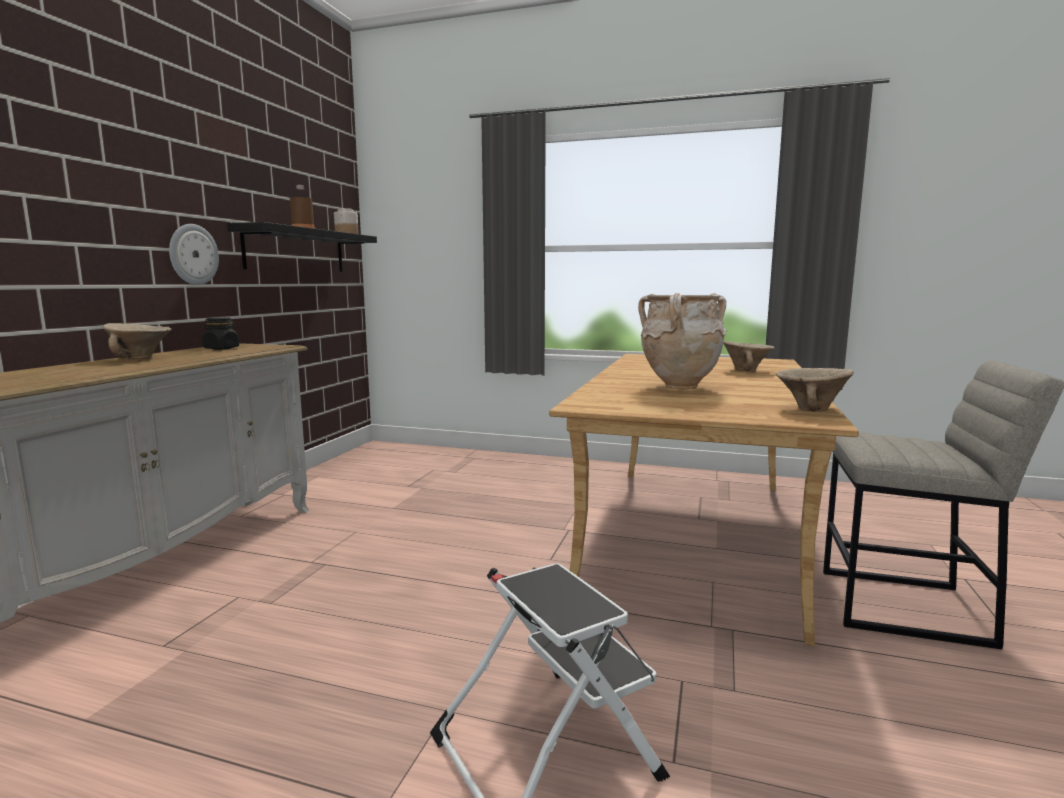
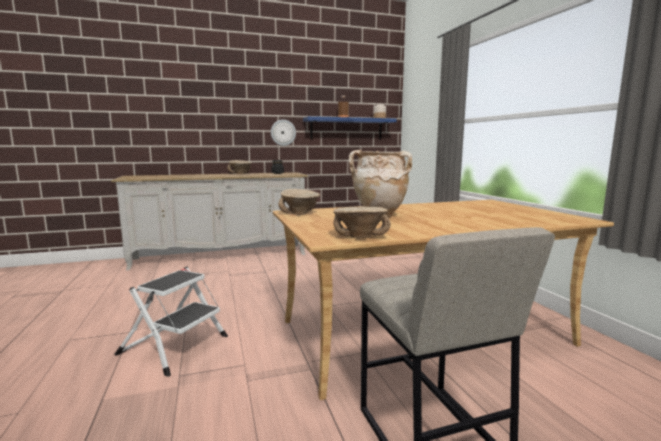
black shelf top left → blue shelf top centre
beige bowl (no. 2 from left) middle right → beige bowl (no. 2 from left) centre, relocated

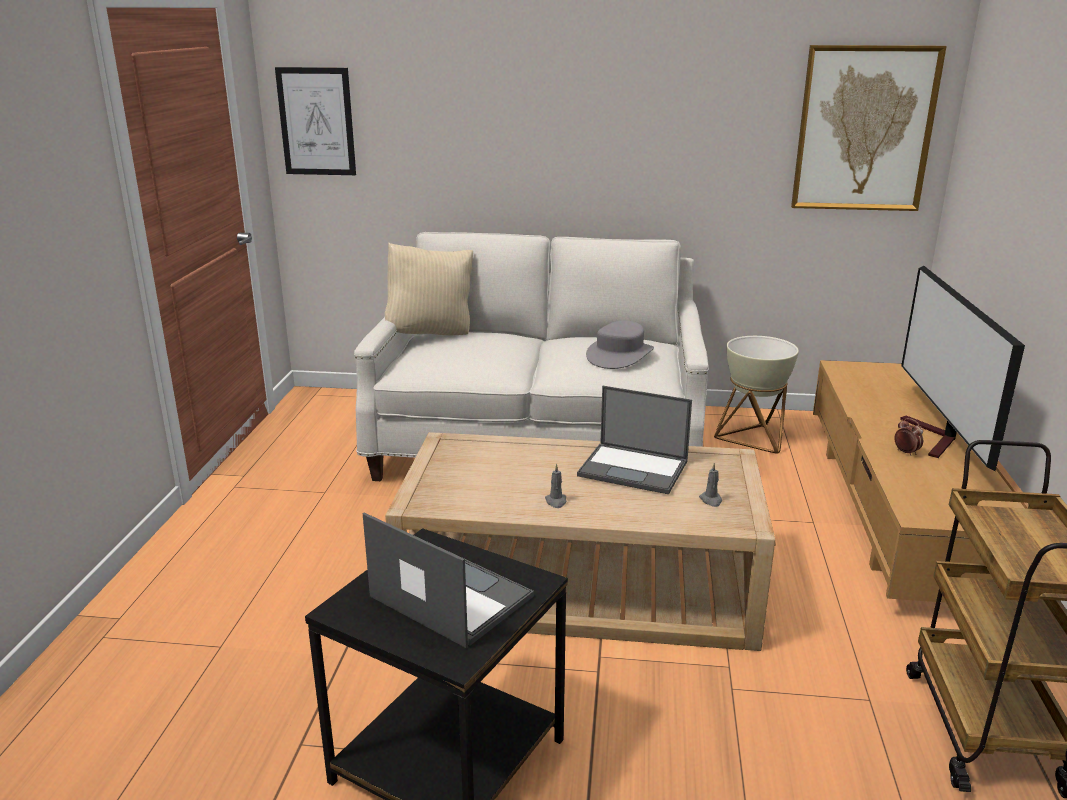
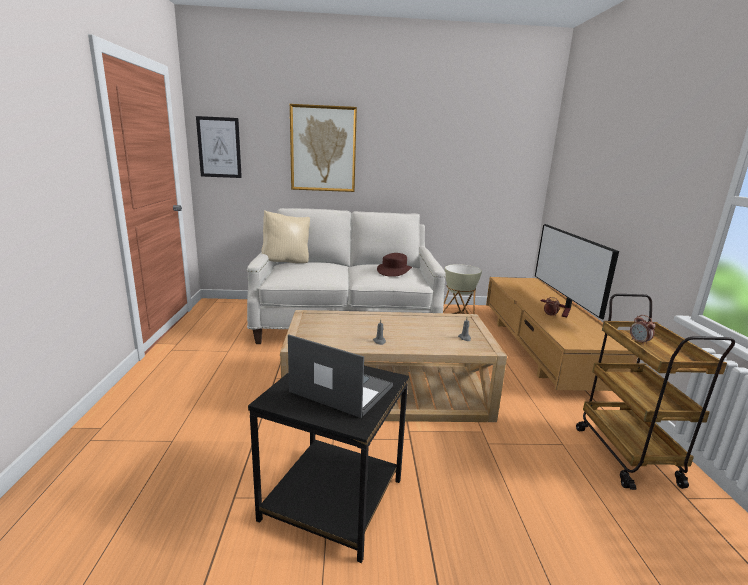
laptop (no. 2 from left) centre → -
grey hat centre → brown hat centre
picture (no. 2 from left) top right → picture (no. 2 from left) top centre, relocated
- → alarm clock (no. 2 from left) middle right

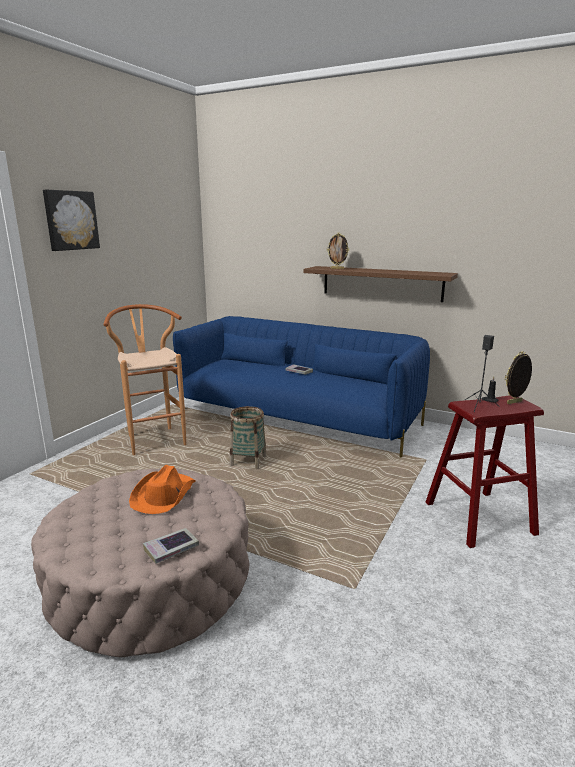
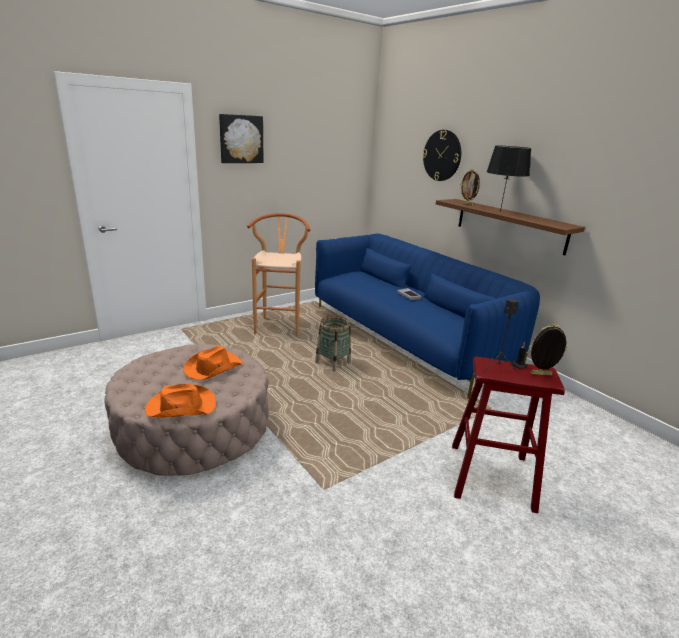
book (no. 1 from left) bottom left → orange hat (no. 1 from left) middle left
- → wall clock top centre
- → black table lamp top right

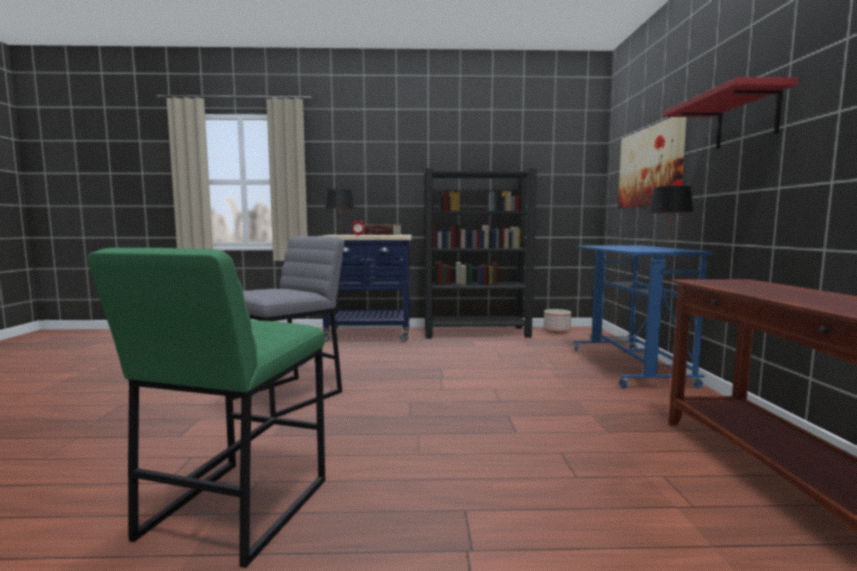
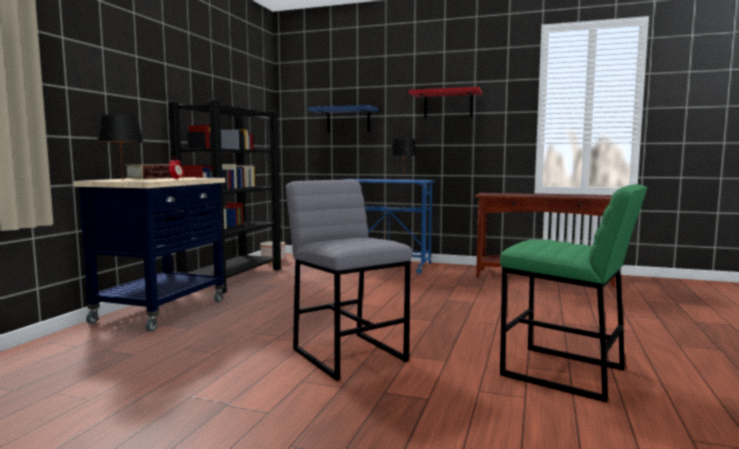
picture top right → blue shelf top centre

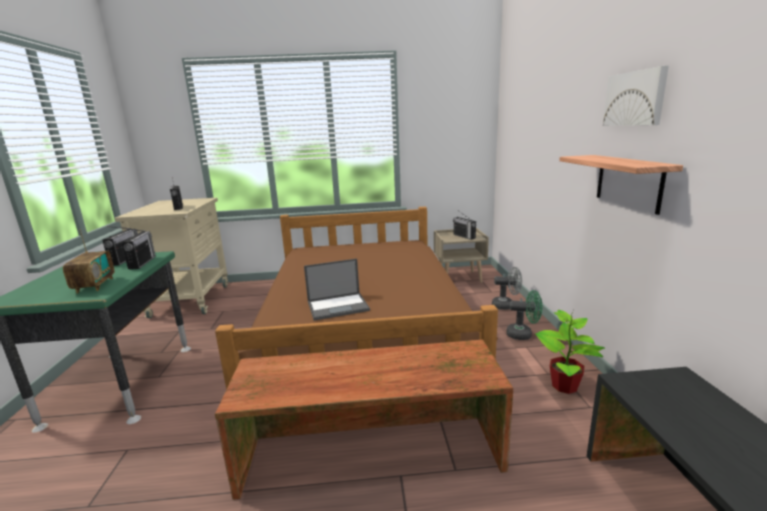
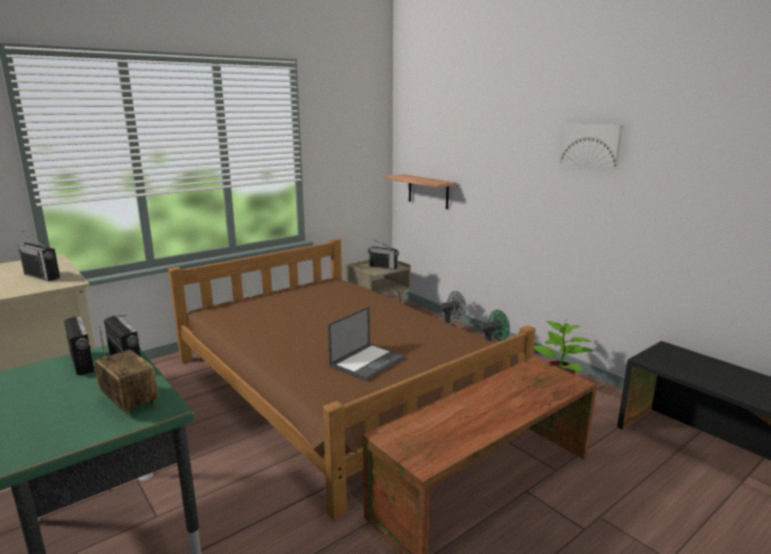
shelf middle right → shelf centre, relocated

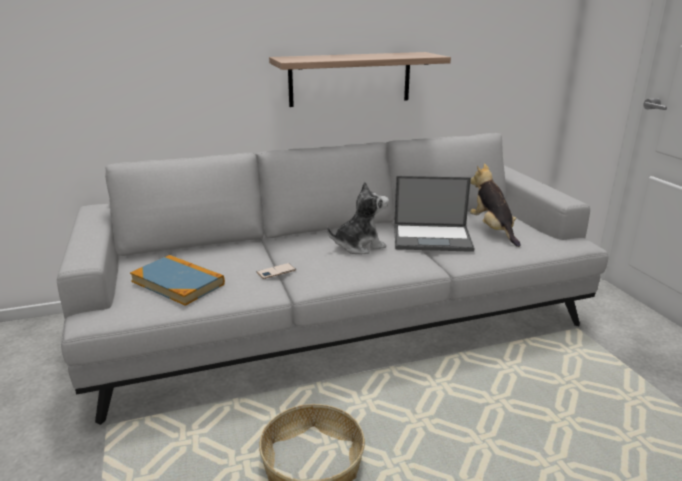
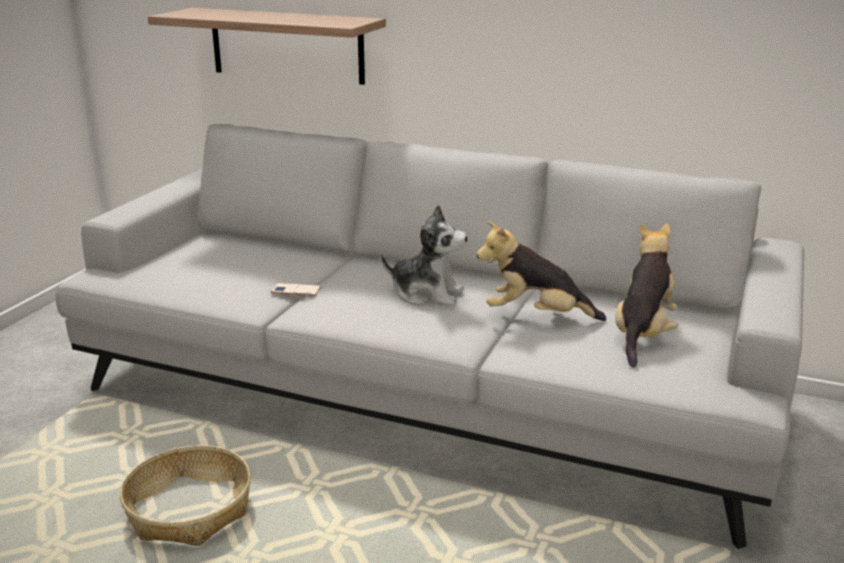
book middle left → -
shelf top centre → shelf top left, relocated
laptop centre → plush toy (no. 2 from left) centre

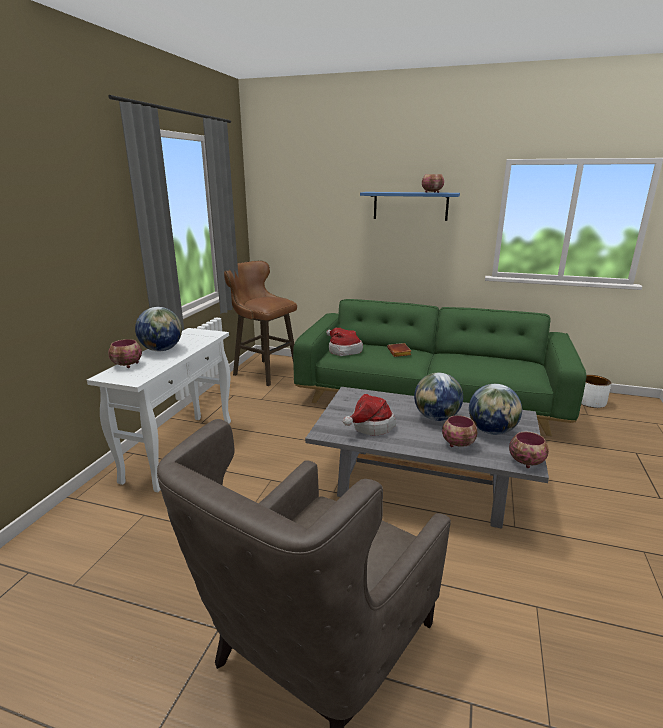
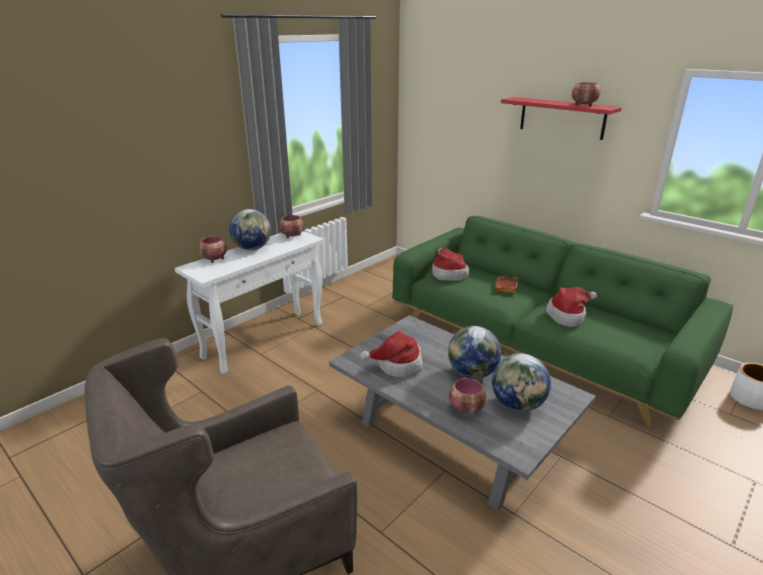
brown stool centre → -
blue shelf top centre → red shelf top right
bowl (no. 4 from left in the first image) middle right → bowl (no. 2 from left) centre, relocated
- → hat (no. 3 from left) middle right

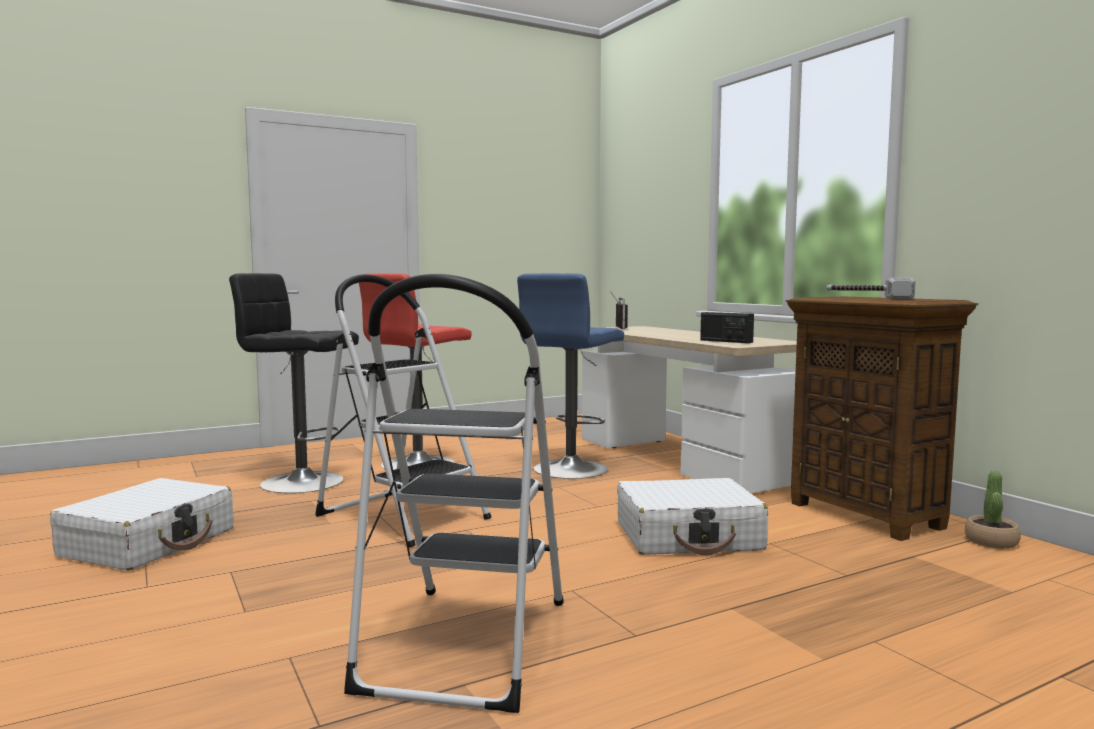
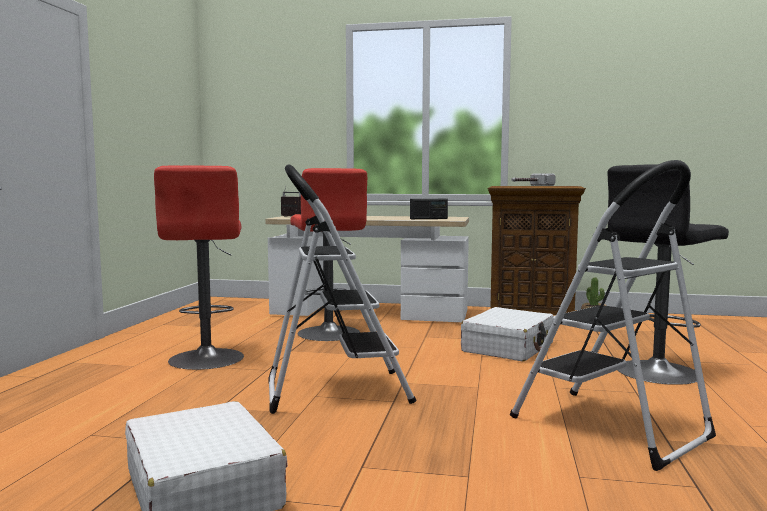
black stool middle left → black stool middle right, relocated
blue stool centre → red stool (no. 2 from left) centre

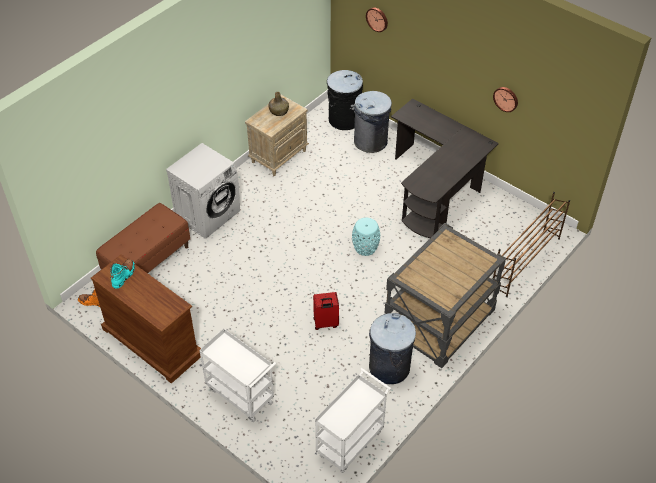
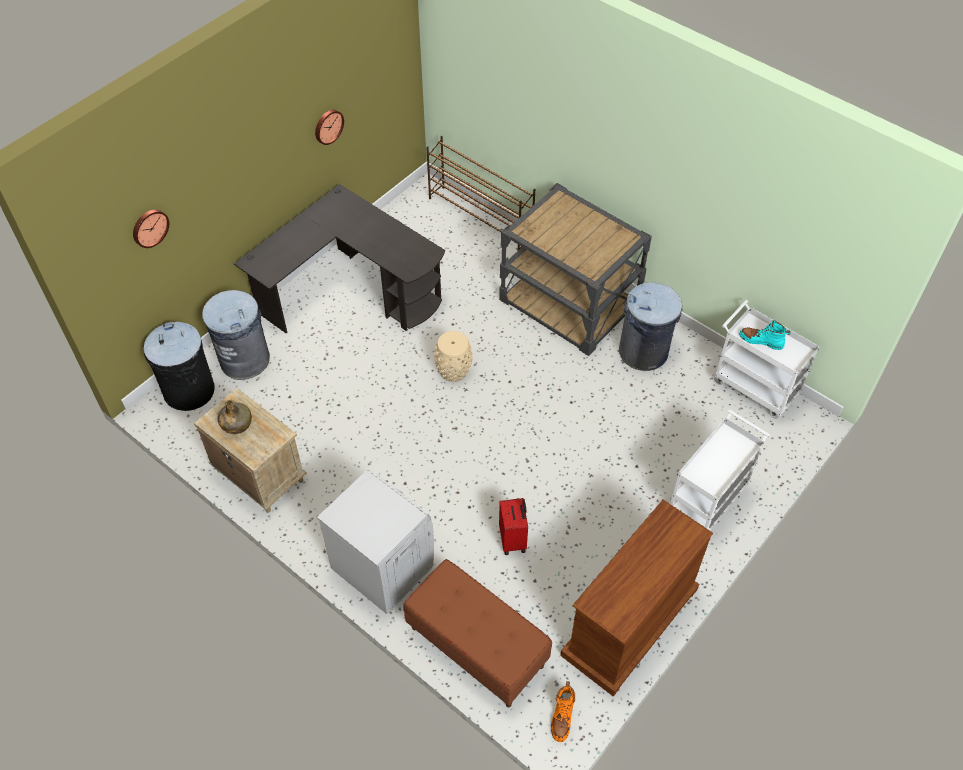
turquoise boot middle left → turquoise boot middle right, relocated
red suitcase centre → red suitcase bottom centre, relocated
turquoise stool centre → beige stool centre

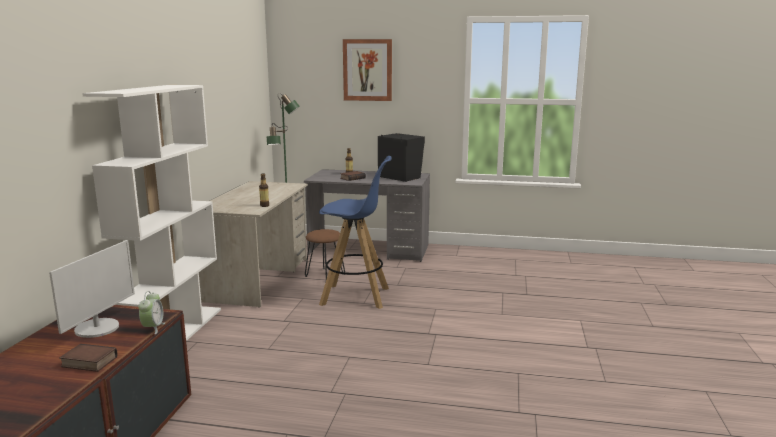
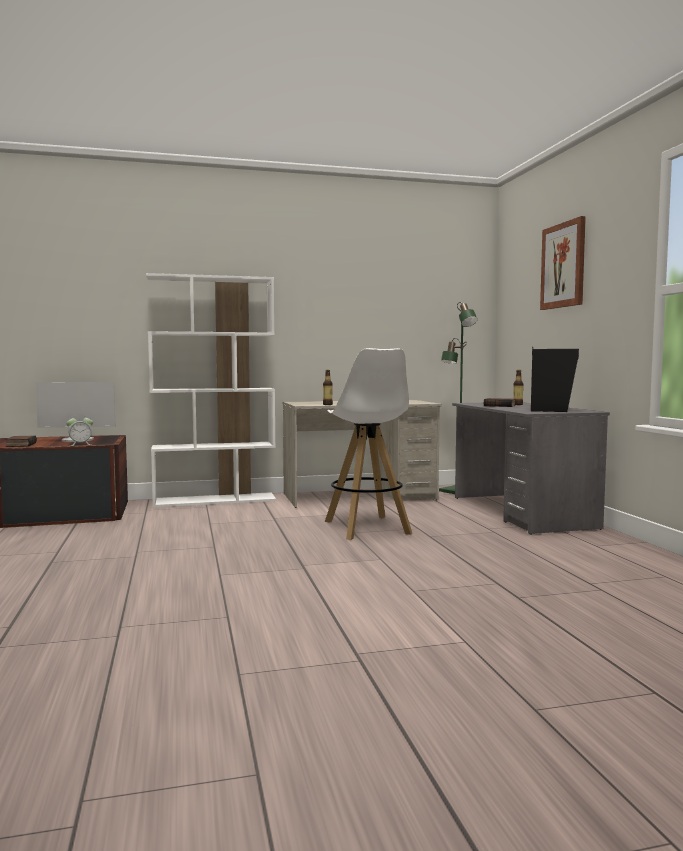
brown stool centre → -
blue stool centre → white stool centre

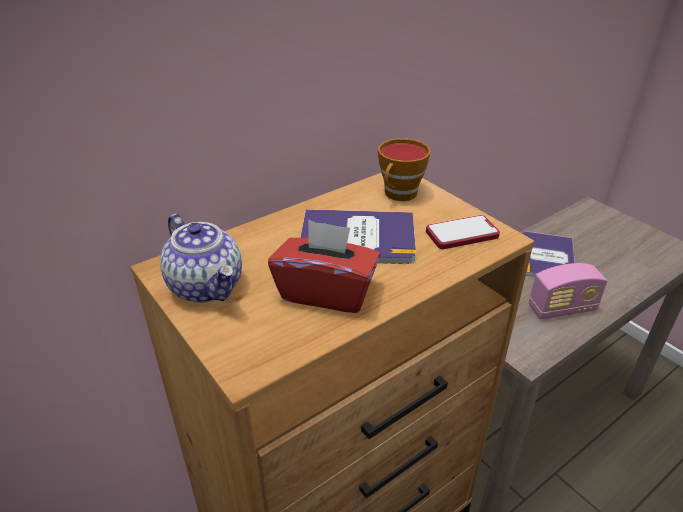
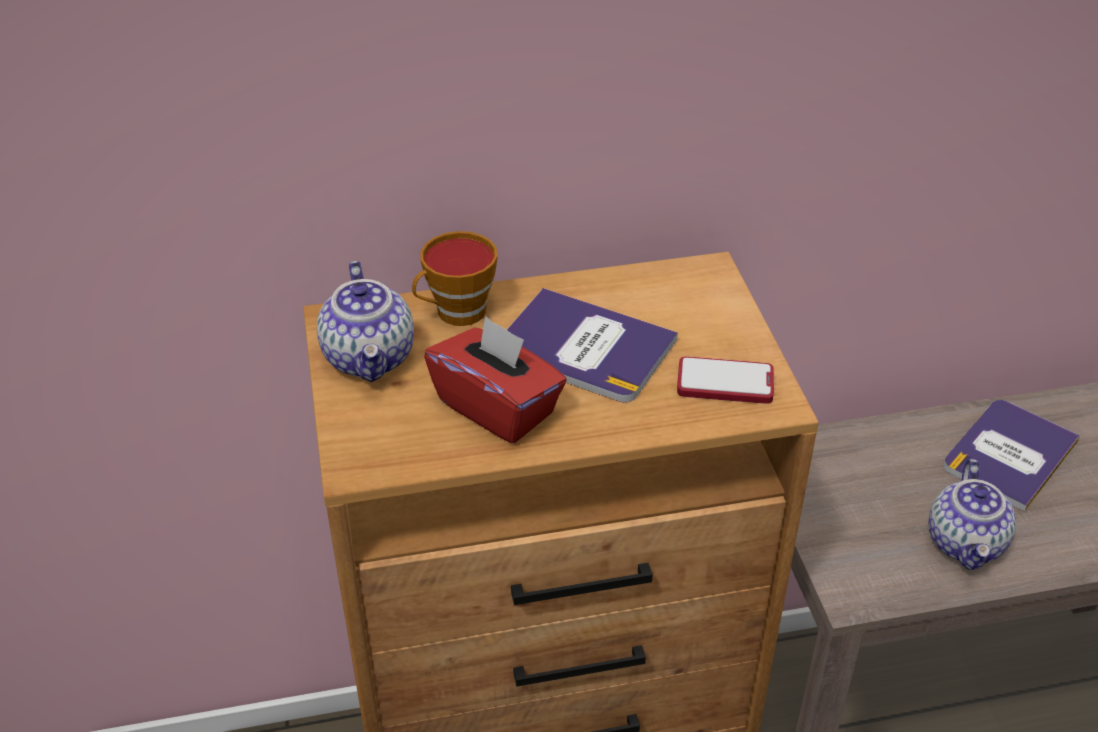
cup top centre → cup centre, relocated
radio middle right → teapot (no. 2 from left) bottom right

